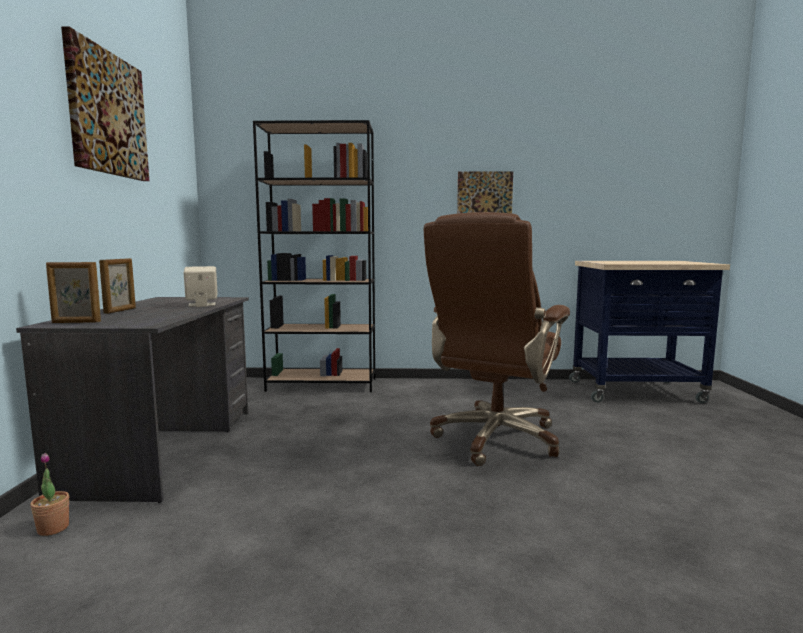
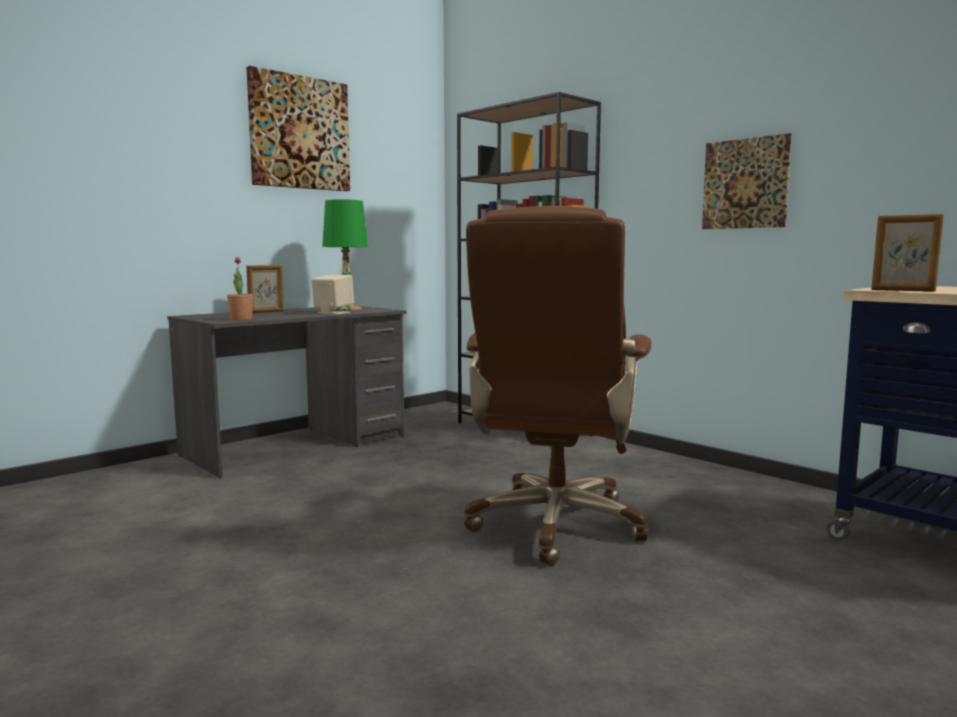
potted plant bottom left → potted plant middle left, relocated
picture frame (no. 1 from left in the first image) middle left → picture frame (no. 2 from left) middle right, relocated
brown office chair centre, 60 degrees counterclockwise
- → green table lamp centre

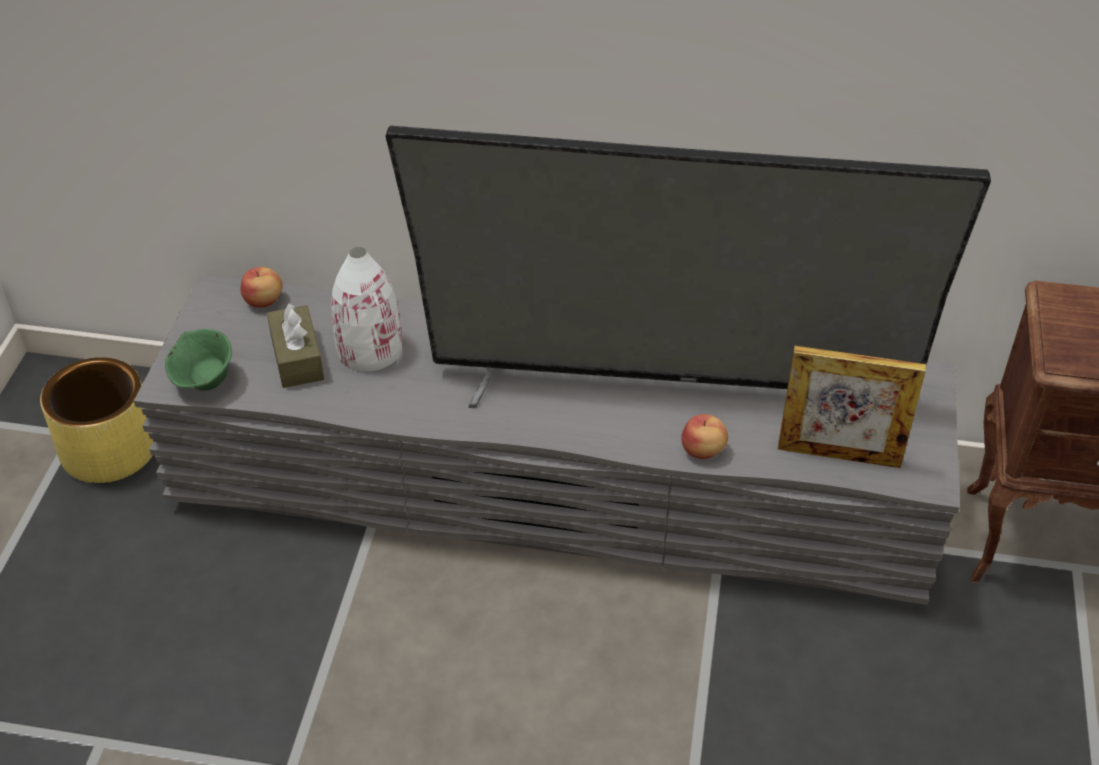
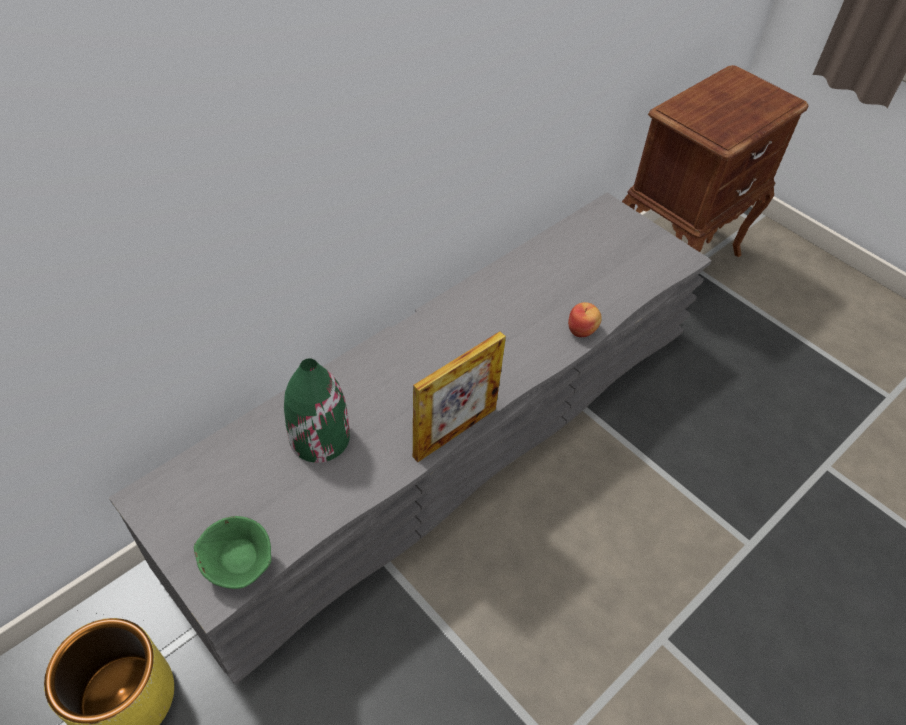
apple (no. 1 from left) middle left → -
brown tissue box middle left → -
white vase middle left → green vase centre
television centre → -
picture frame middle right → picture frame centre, relocated

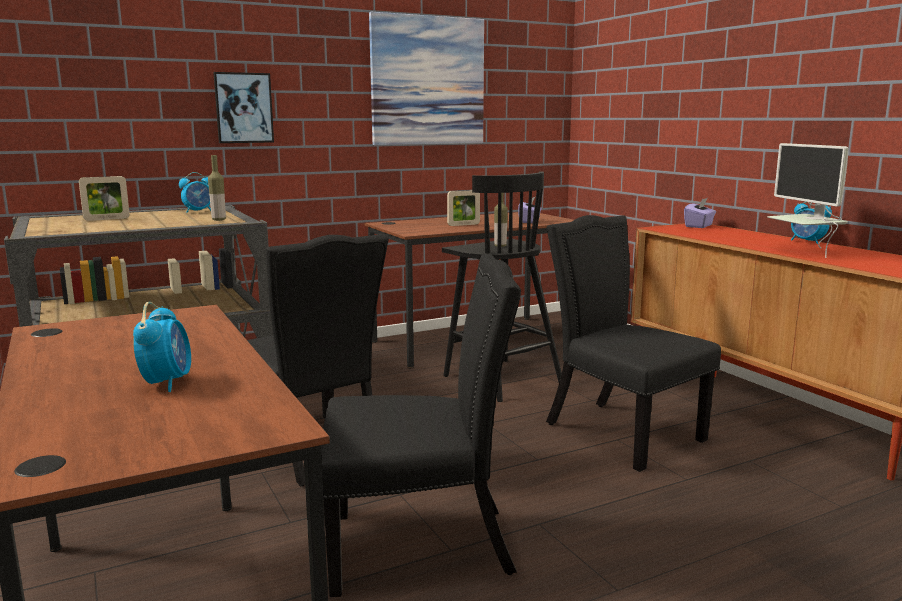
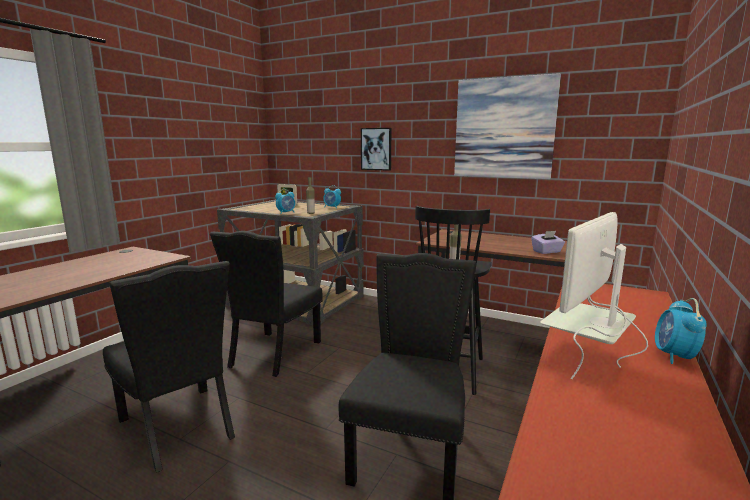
alarm clock (no. 1 from left) middle left → alarm clock (no. 1 from left) centre, relocated
picture frame (no. 2 from left) centre → -
purple tissue box (no. 2 from left) middle right → -

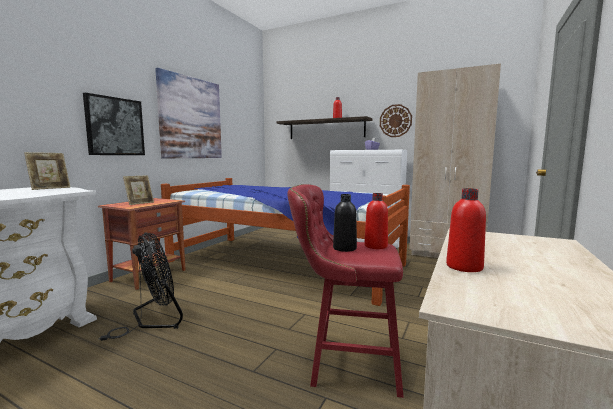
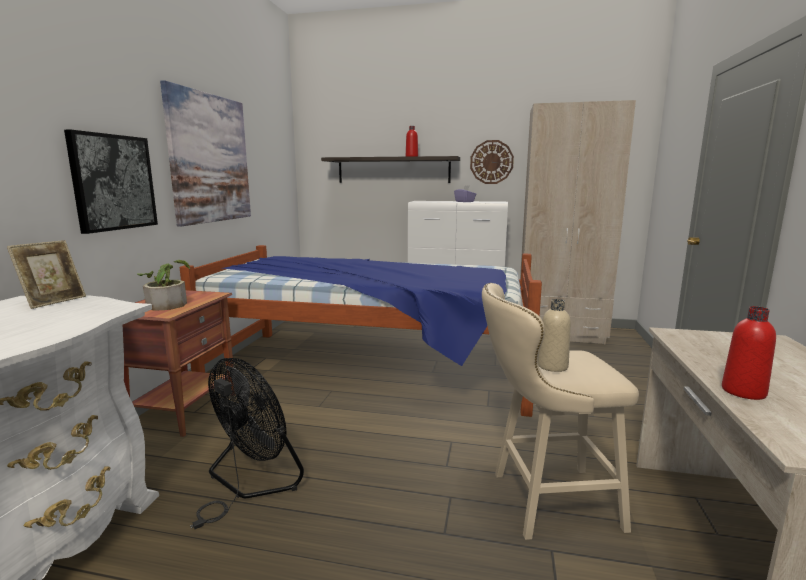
picture frame (no. 2 from left) middle left → potted plant middle left
red stool bottom centre → beige stool bottom right
black bottle centre → beige bottle middle right
red bottle (no. 2 from left) centre → -

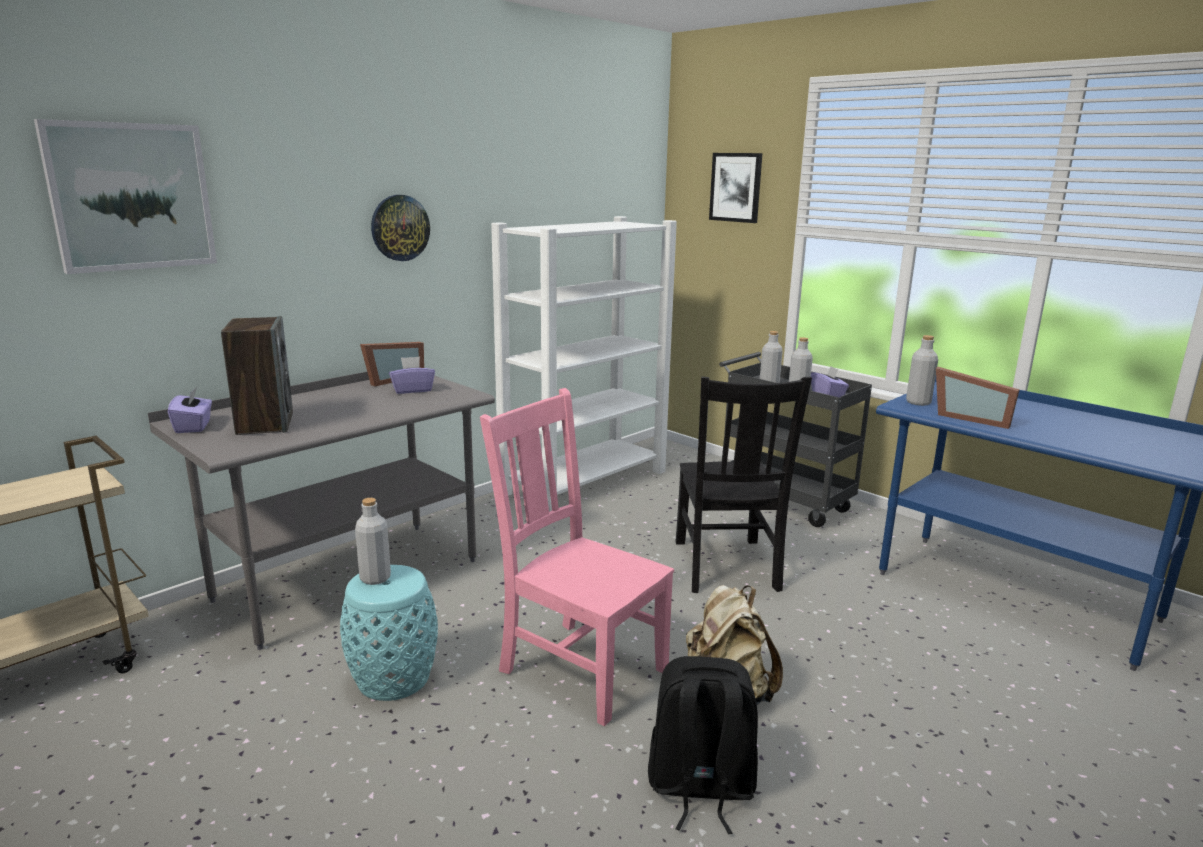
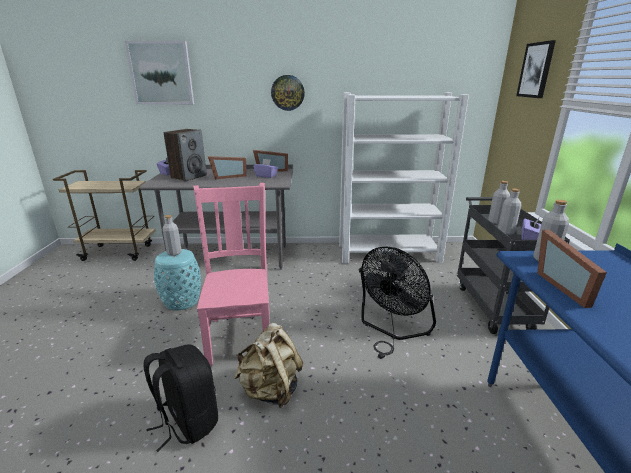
black chair centre → black fan centre
- → picture frame (no. 1 from left) centre

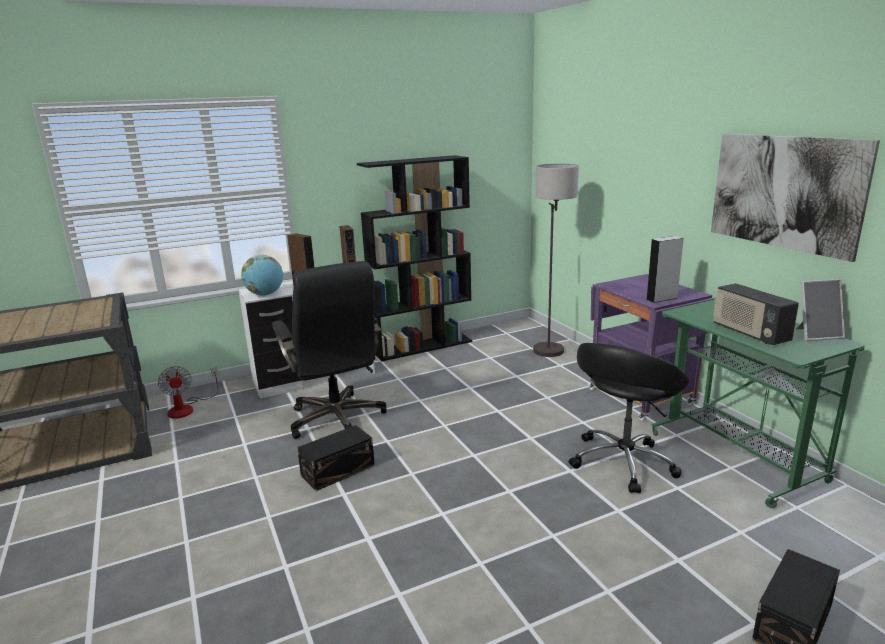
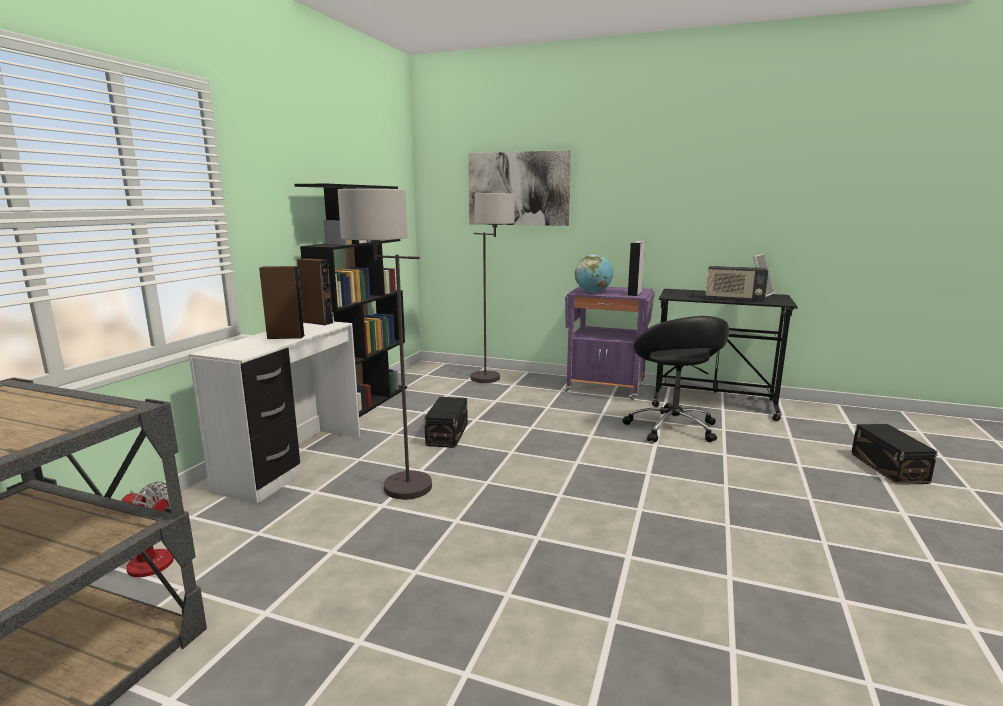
globe middle left → globe centre, relocated
black office chair (no. 1 from left) centre → grey floor lamp (no. 1 from left) centre
black storage box (no. 1 from left) bottom centre → black storage box (no. 1 from left) centre, relocated
green desk middle right → black desk middle right
picture top right → picture top centre, relocated

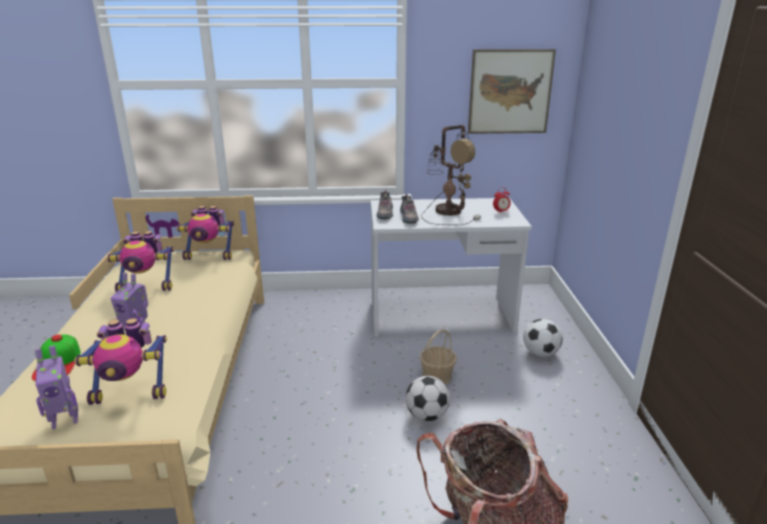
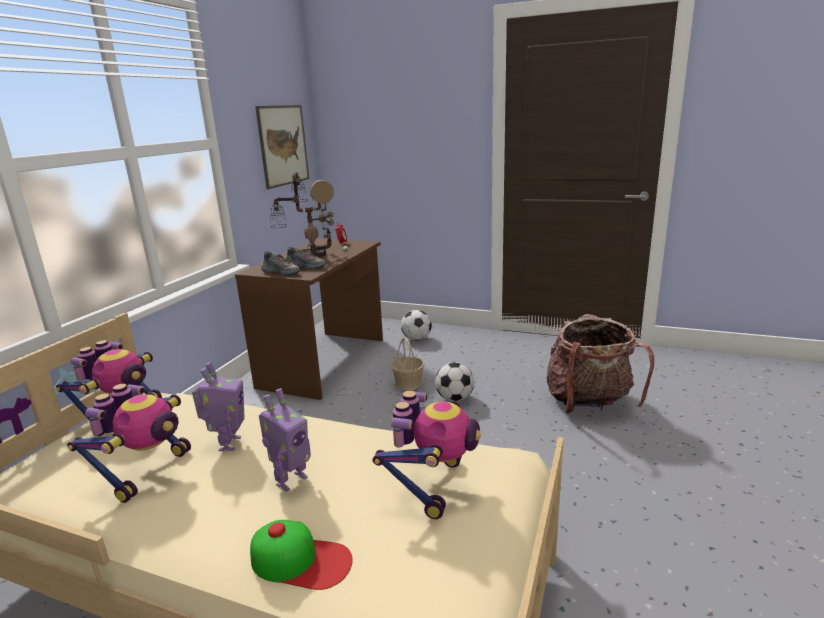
toy robot (no. 1 from left in the first image) bottom left → toy robot (no. 3 from left) middle left, relocated
white desk centre → brown desk centre

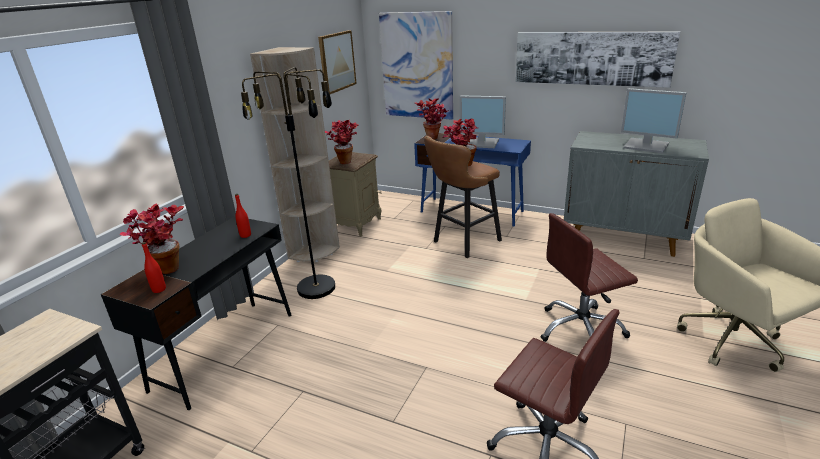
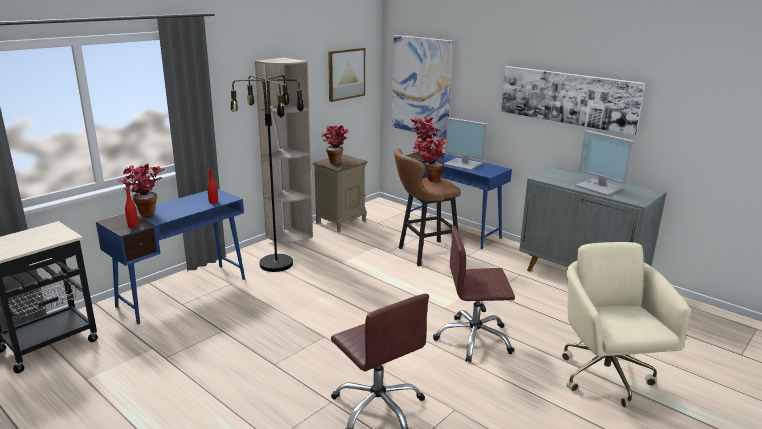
black desk bottom left → blue desk (no. 1 from left) middle left

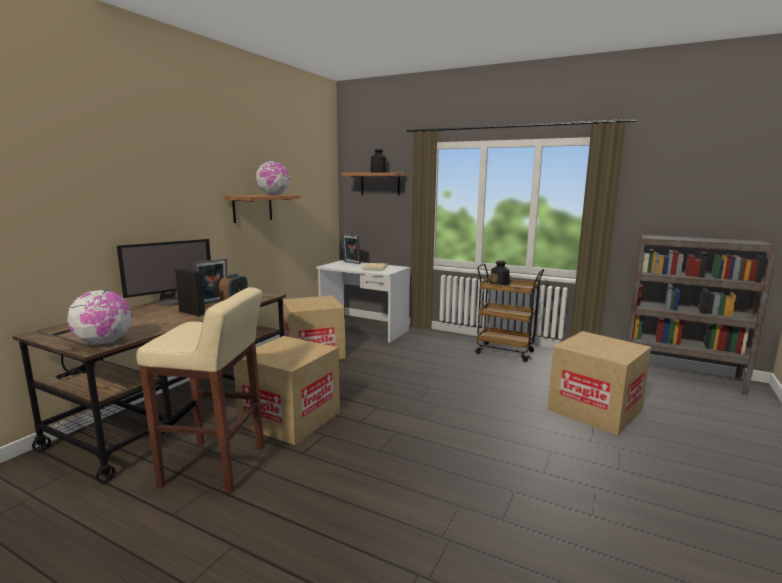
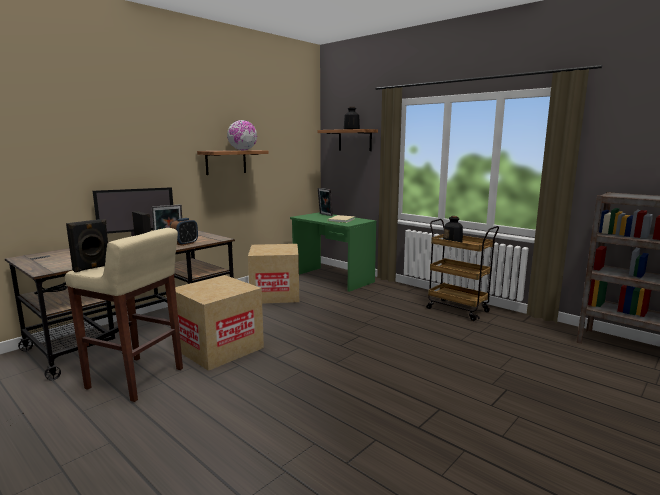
globe (no. 1 from left) middle left → -
white desk centre → green desk centre
cardboard box (no. 3 from left) middle right → -
- → black speaker (no. 1 from left) middle left

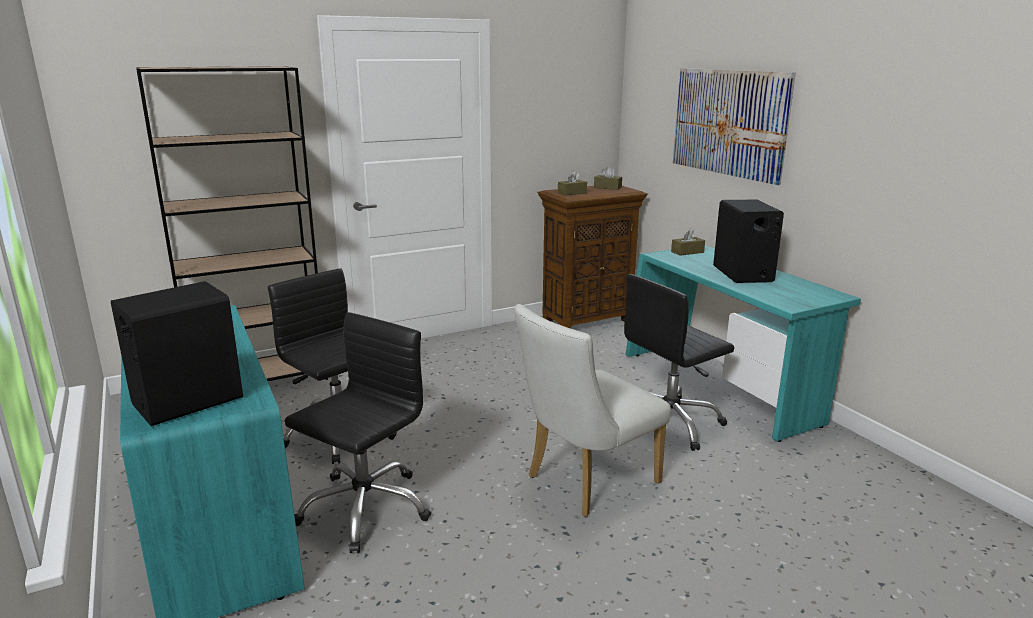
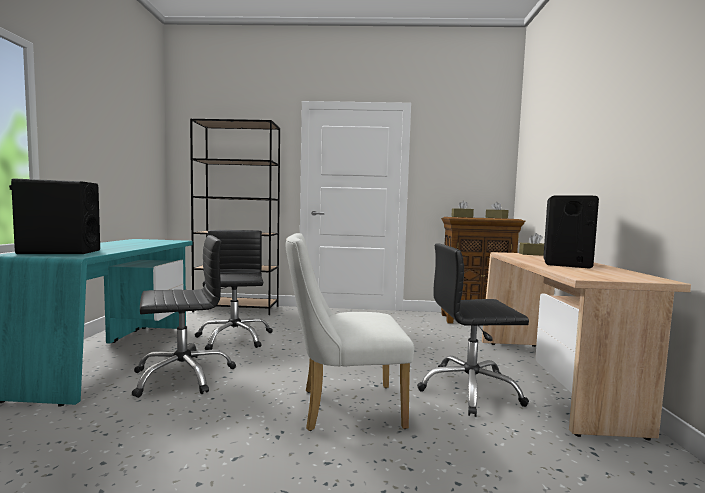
turquoise desk (no. 2 from left) middle right → beige desk bottom right
picture top right → -

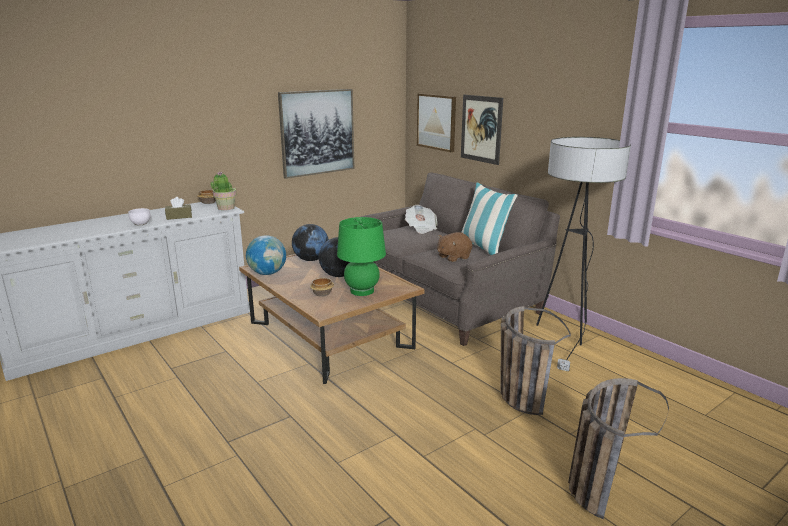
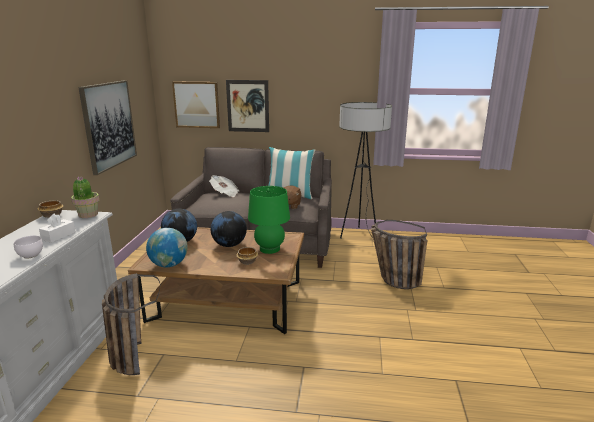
brown tissue box middle left → white tissue box middle left
basket (no. 2 from left in the first image) bottom right → basket (no. 1 from left) bottom left, relocated

